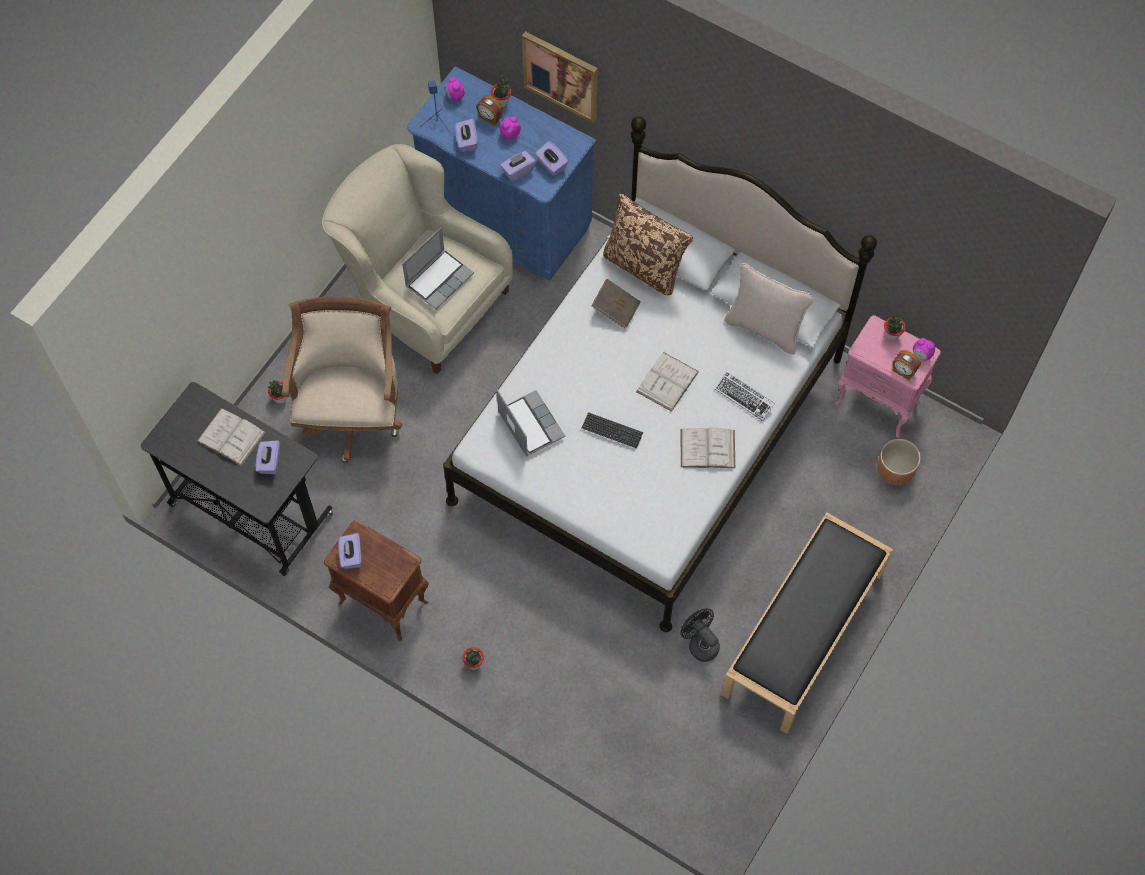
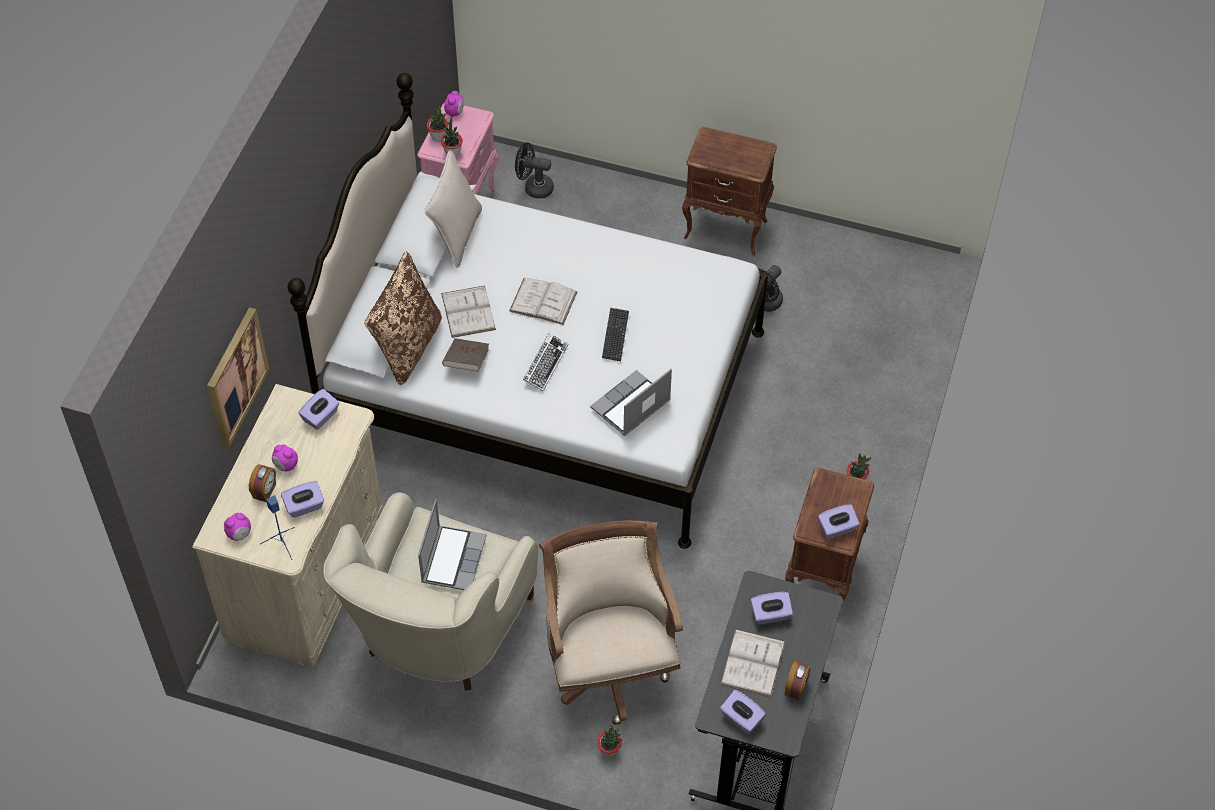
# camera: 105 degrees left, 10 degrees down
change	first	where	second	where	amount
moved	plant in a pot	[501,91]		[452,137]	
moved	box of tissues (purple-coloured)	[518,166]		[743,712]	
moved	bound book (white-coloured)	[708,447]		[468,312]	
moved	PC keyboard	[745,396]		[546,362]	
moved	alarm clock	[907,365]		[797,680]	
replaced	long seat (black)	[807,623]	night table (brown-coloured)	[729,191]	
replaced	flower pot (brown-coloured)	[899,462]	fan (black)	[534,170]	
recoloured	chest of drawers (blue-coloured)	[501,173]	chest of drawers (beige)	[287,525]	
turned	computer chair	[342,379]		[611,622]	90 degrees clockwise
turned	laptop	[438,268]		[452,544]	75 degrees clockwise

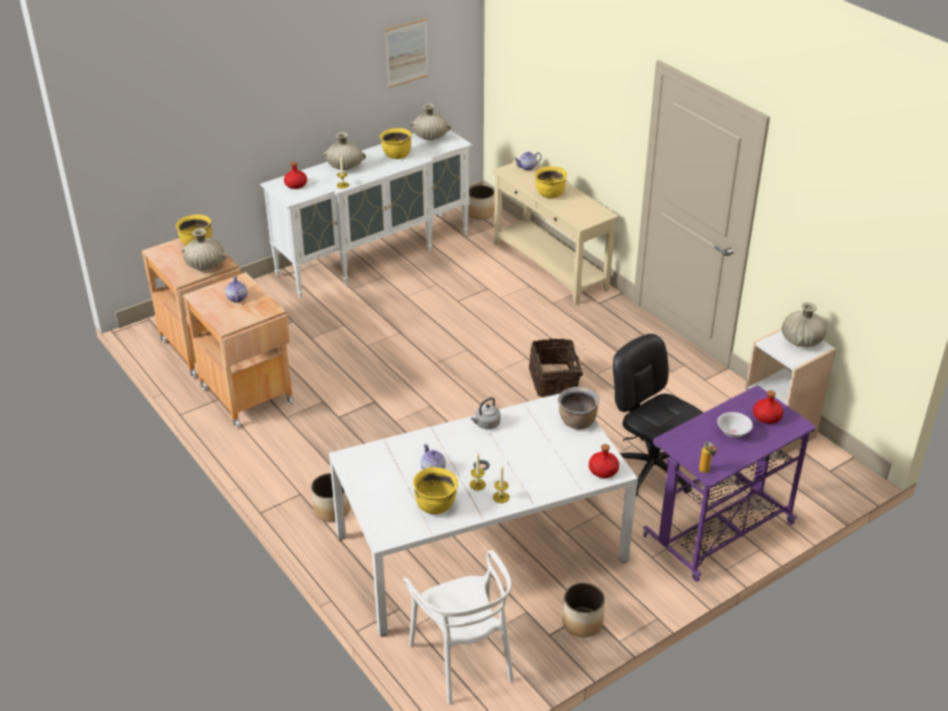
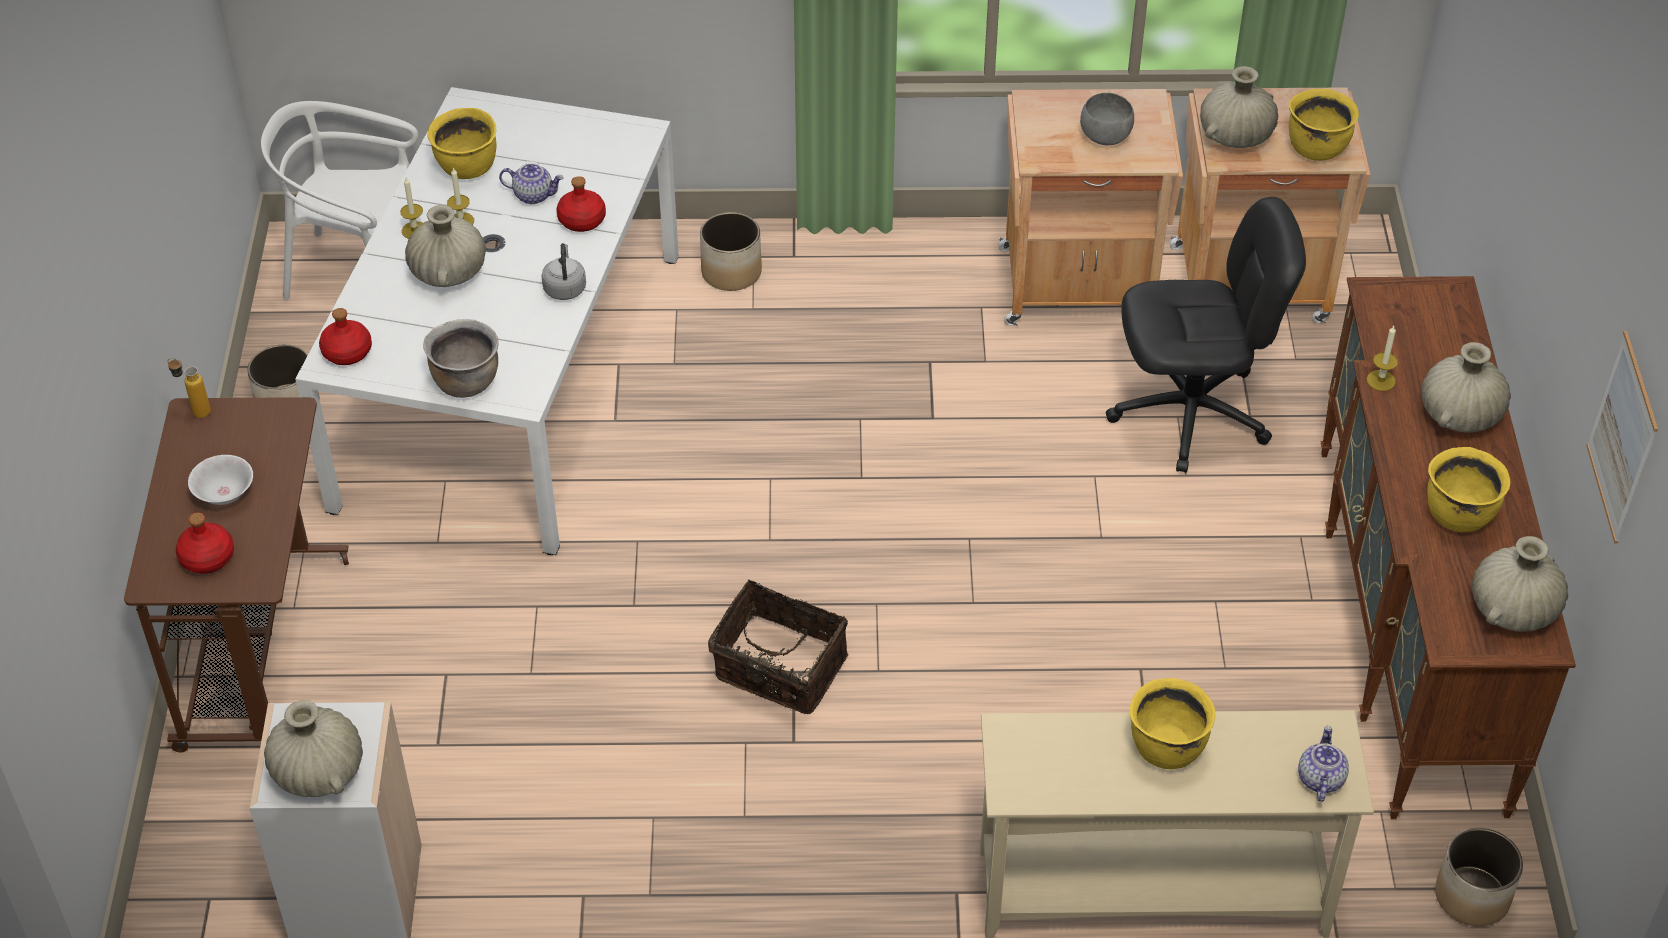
# camera: 125 degrees right, 10 degrees up
change	first	where	second	where	amount
added			vase (beige)	[445,246]	
moved	drink bottle (red-coloured)	[295,175]		[581,204]	
moved	computer chair (black)	[658,415]		[1206,335]	
replaced	teapot	[236,289]	serving bowl (gray)	[1107,119]	
recoloured	cabinet (white-coloured)	[366,214]	cabinet (brown-coloured)	[1448,547]	
recoloured	desk (purple-coloured)	[729,484]	desk (brown-coloured)	[236,574]	

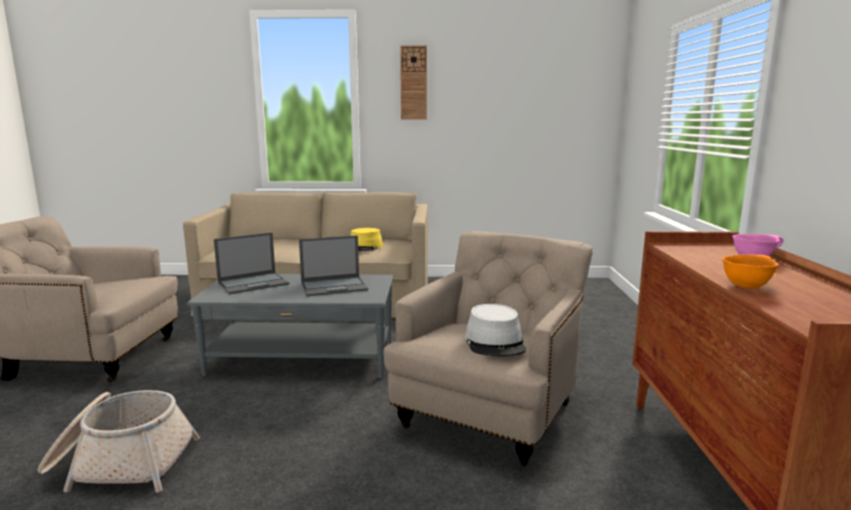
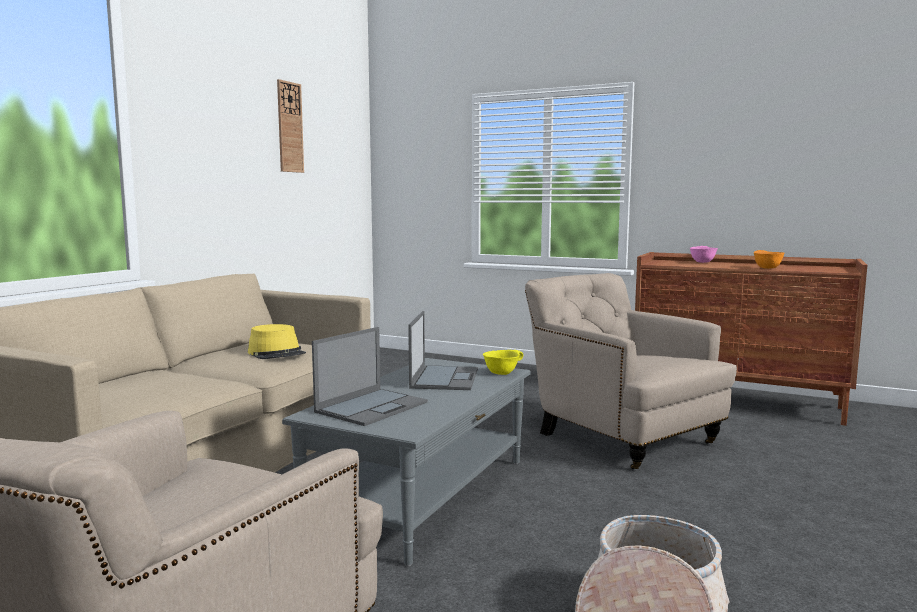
# camera: 65 degrees left, 5 degrees down
change	first	where	second	where	amount
removed	clothing hat (gray)	[495,330]			
added			serving bowl (yellow-coloured)	[503,362]	
moved	wall clock	[413,82]		[290,126]	
turned	laptop	[251,263]		[370,376]	45 degrees clockwise

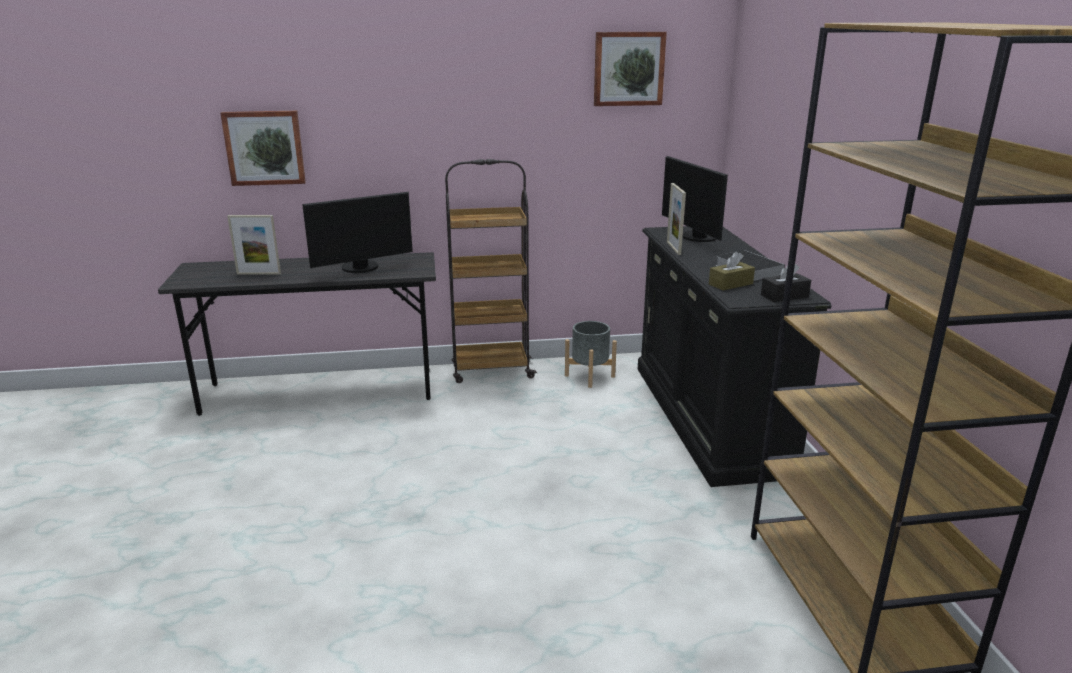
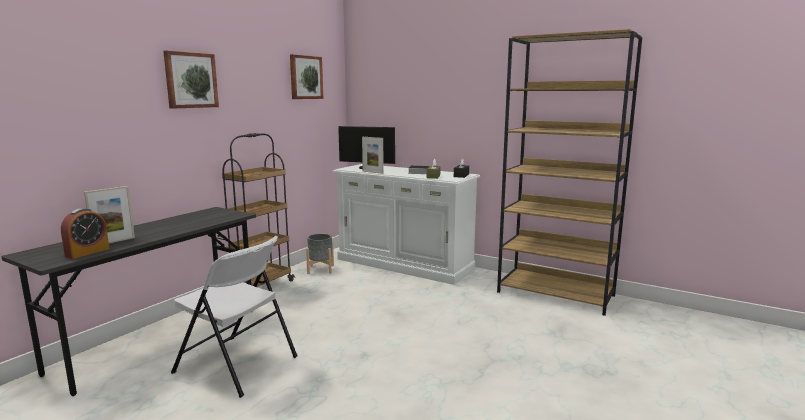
# camera: 50 degrees left, 10 degrees down
change	first	where	second	where	amount
removed	monitor	[357,232]			
added			alarm clock	[85,233]	
added			plain chair (white-coloured)	[234,317]	
moved	wall picture	[263,148]		[191,80]	
recoloured	cabinet (black)	[734,356]	cabinet (white-coloured)	[406,224]	

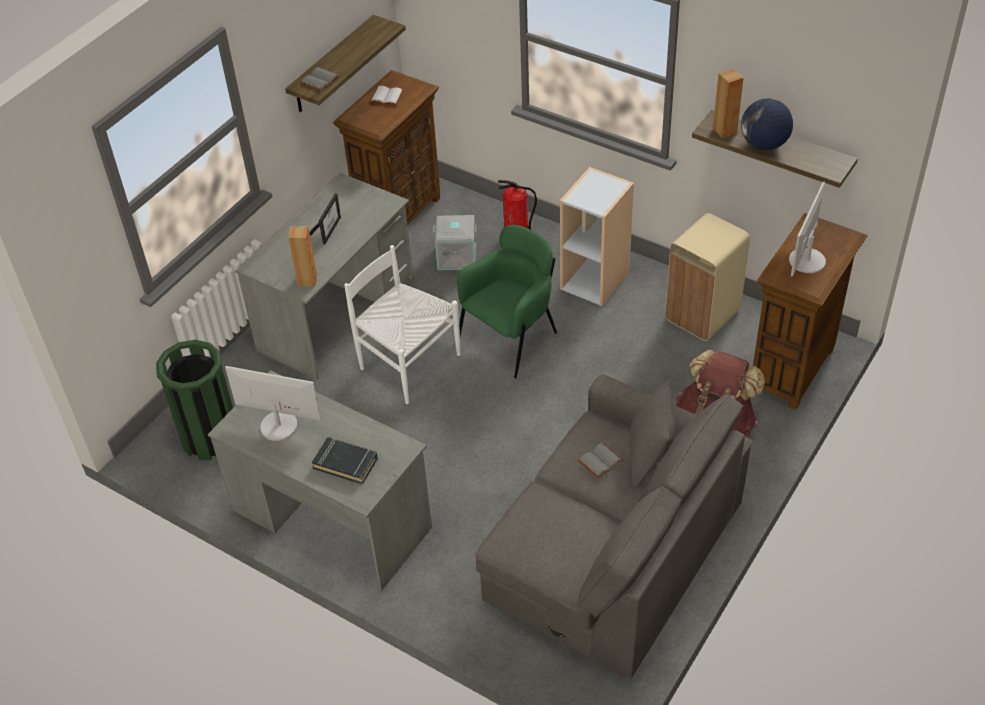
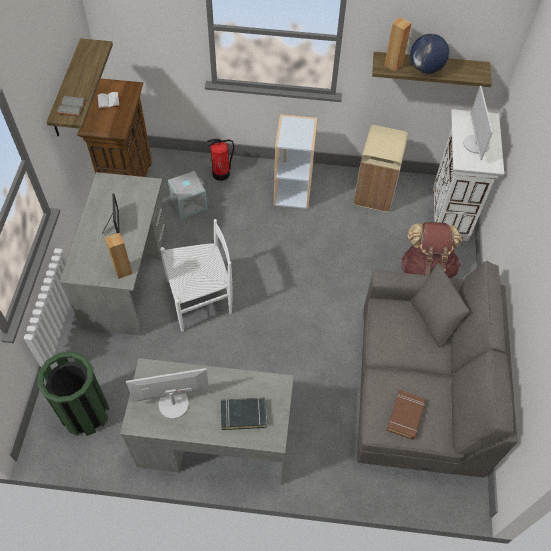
# camera: 30 degrees left, 10 degrees up
change	first	where	second	where	amount
removed	lounge chair (green)	[507,301]			
removed	bound book (gray)	[600,460]			
added			bound book (brown-coloured)	[406,415]	
recoloured	cabinet (brown-coloured)	[810,311]	cabinet (white-coloured)	[468,175]	
turned	plain chair (white-coloured)	[402,324]		[196,275]	150 degrees clockwise

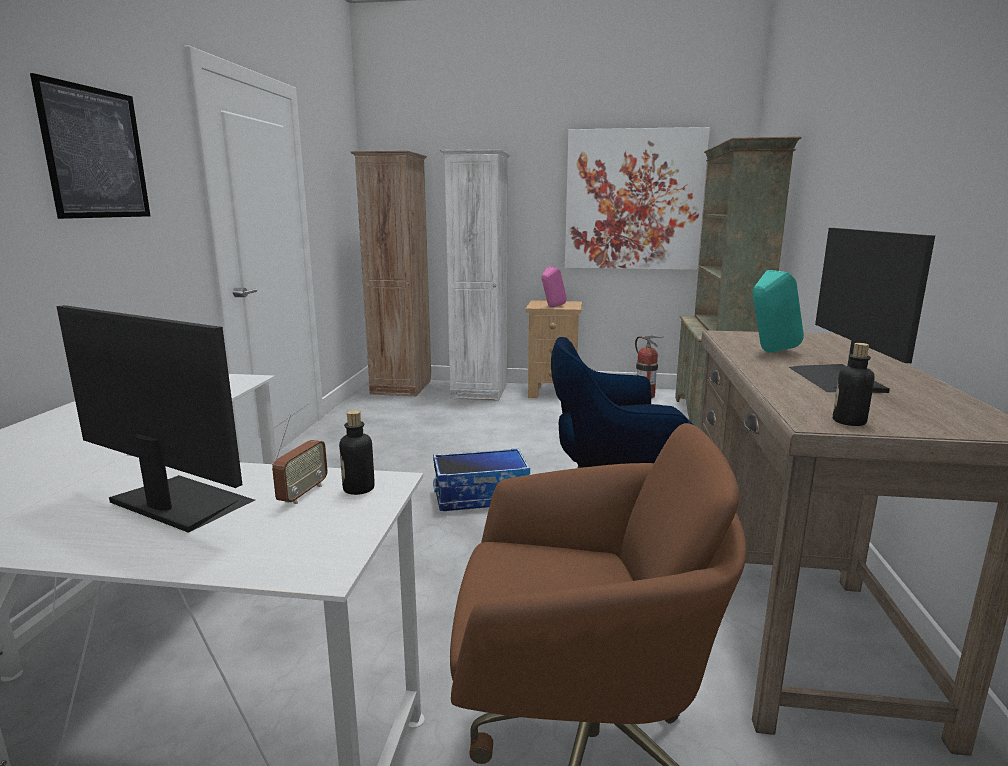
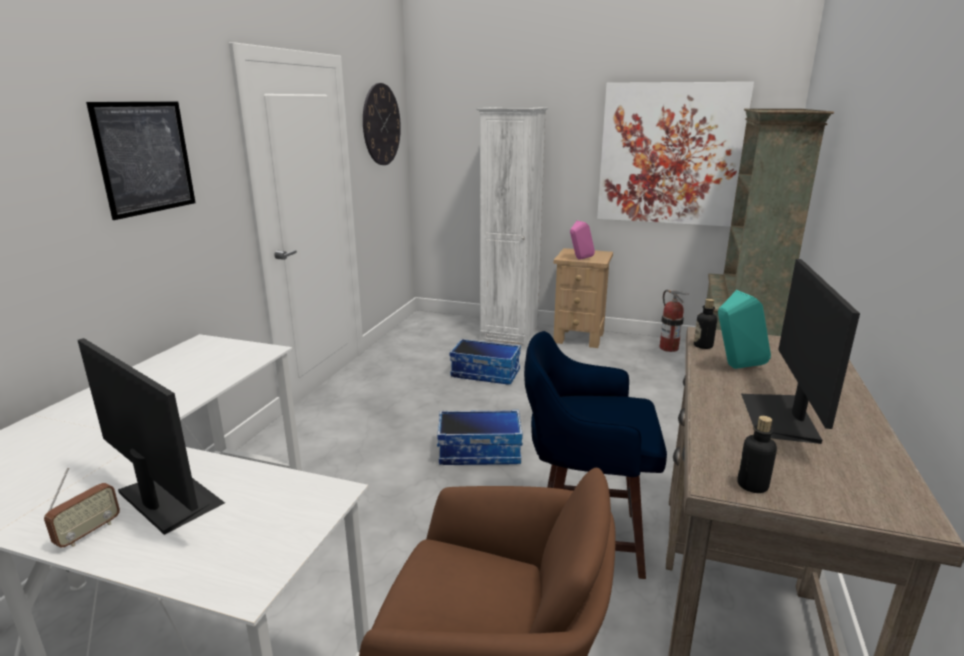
# camera: 10 degrees right, 5 degrees up
change	first	where	second	where	amount
removed	cabinet (brown-coloured)	[391,273]			
added			wall clock	[382,124]	
added			storage bin	[485,362]	
moved	radio set	[300,459]		[82,508]	
moved	drink bottle	[357,452]		[705,324]	

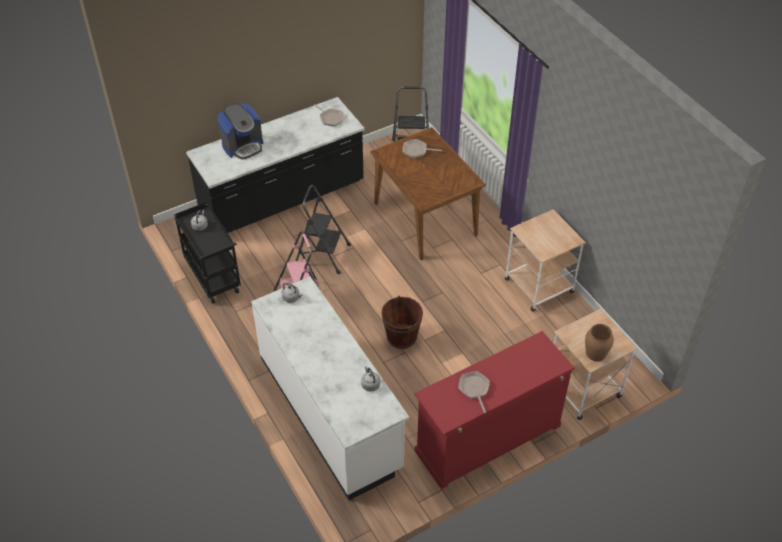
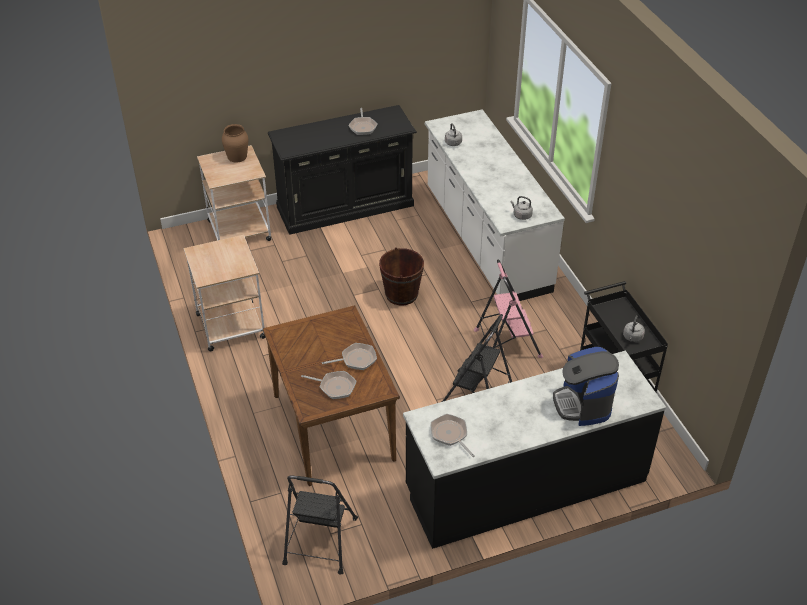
# camera: 170 degrees left, 5 degrees down
change	first	where	second	where	amount
added			pan	[349,356]	
recoloured	cabinet (red-coloured)	[494,410]	cabinet (black)	[342,170]	
turned	coffee brewer	[240,131]		[586,386]	75 degrees counterclockwise

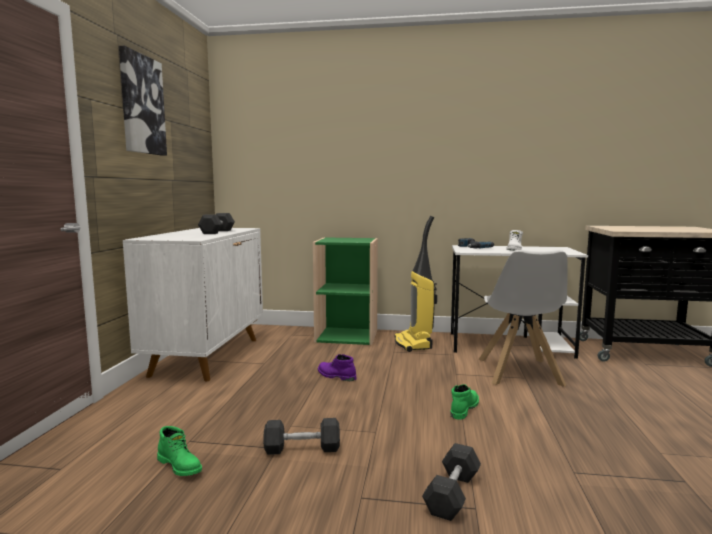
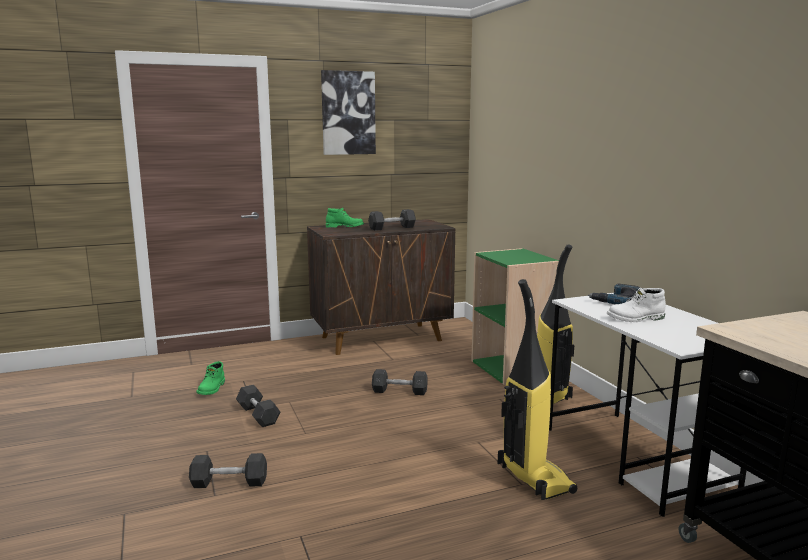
# camera: 60 degrees right, 5 degrees up
change	first	where	second	where	amount
moved	tall boot (green)	[464,402]		[345,218]	
replaced	tall boot (purple-coloured)	[337,367]	dumbbell (gray)	[400,382]	
replaced	plain chair	[523,318]	vacuum	[537,389]	
recoloured	cabinet (white-coloured)	[193,304]	cabinet (brown-coloured)	[381,287]	

